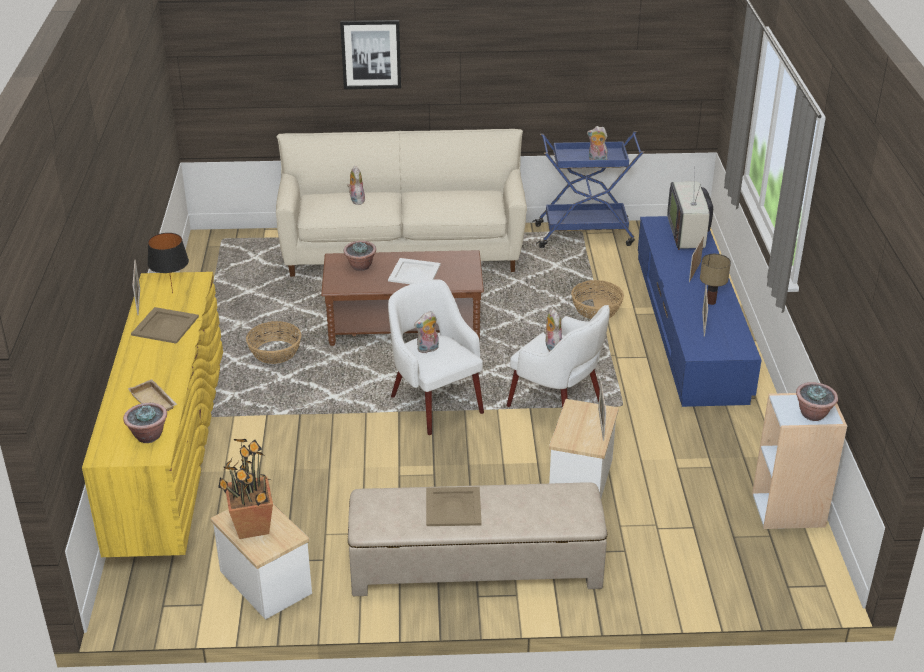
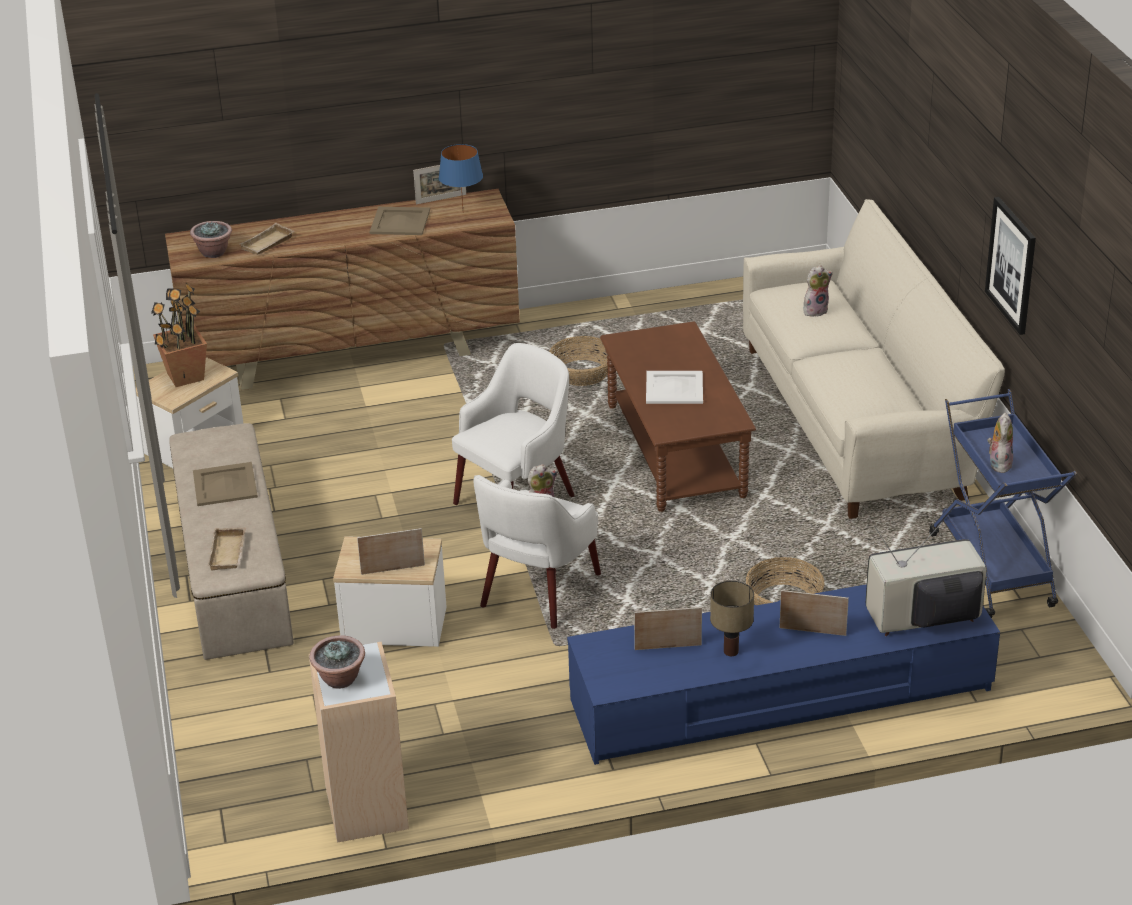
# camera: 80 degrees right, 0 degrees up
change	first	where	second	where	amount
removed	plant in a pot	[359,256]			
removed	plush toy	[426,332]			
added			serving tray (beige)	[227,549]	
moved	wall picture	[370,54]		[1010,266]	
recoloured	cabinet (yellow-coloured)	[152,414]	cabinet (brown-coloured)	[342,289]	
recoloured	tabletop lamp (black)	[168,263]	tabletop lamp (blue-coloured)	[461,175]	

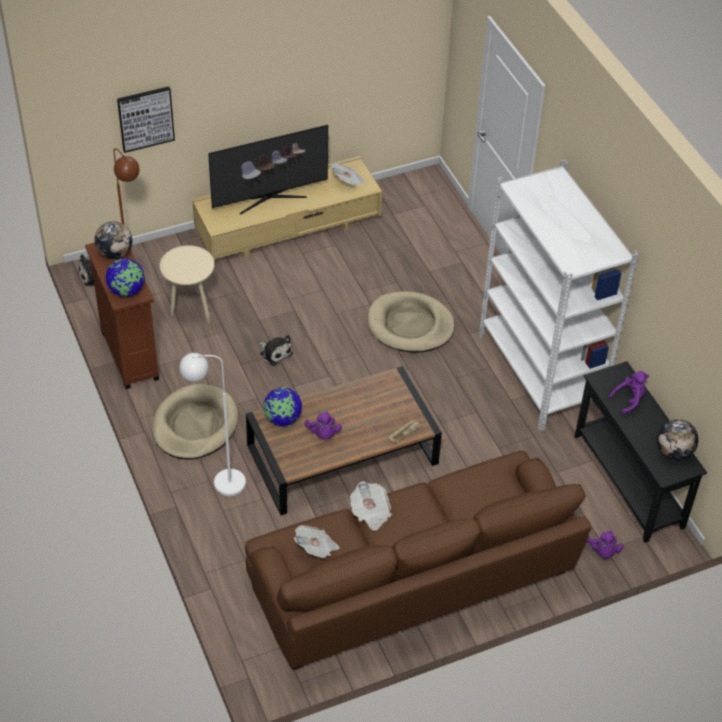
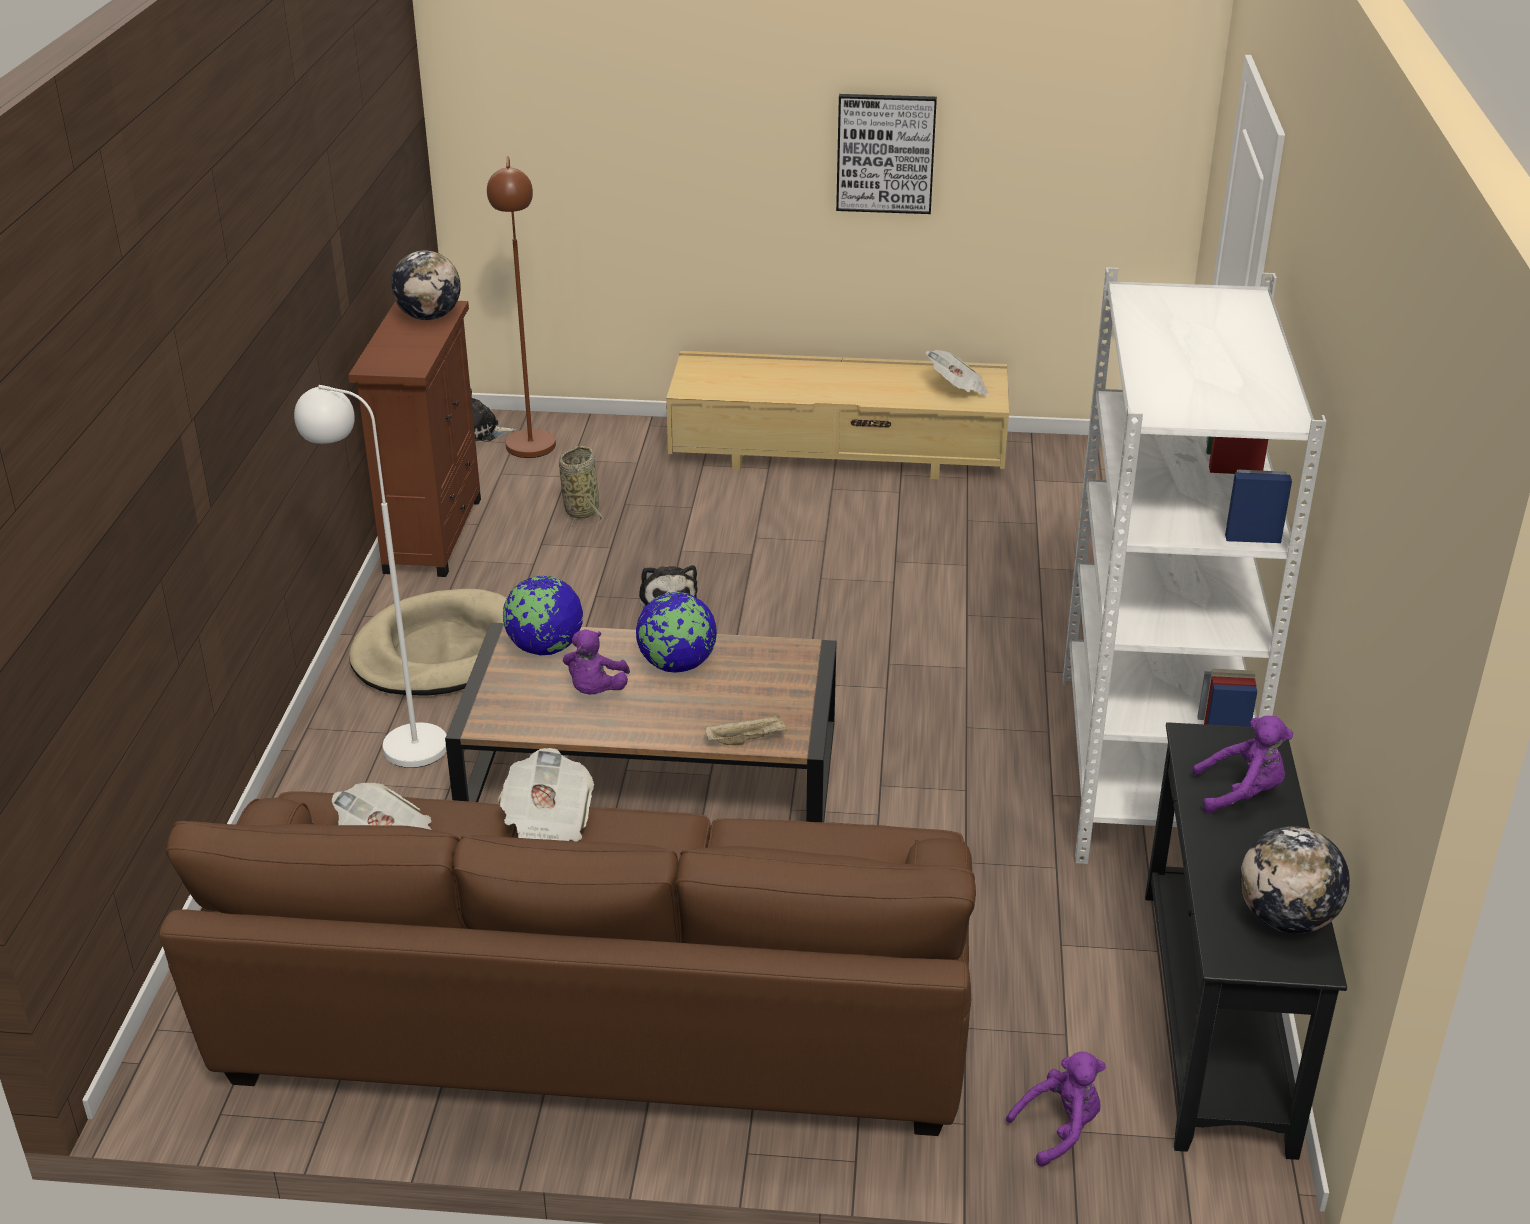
# camera: 30 degrees right, 15 degrees down
change	first	where	second	where	amount
removed	TV	[268,169]			
removed	dog bed (beige)	[411,322]			
moved	world globe	[125,277]		[676,632]	
moved	wall picture	[146,119]		[886,154]	
replaced	side table (beige)	[187,284]	basket	[582,487]	
turned	plush toy (purple-coloured)	[604,544]		[1056,1109]	135 degrees counterclockwise

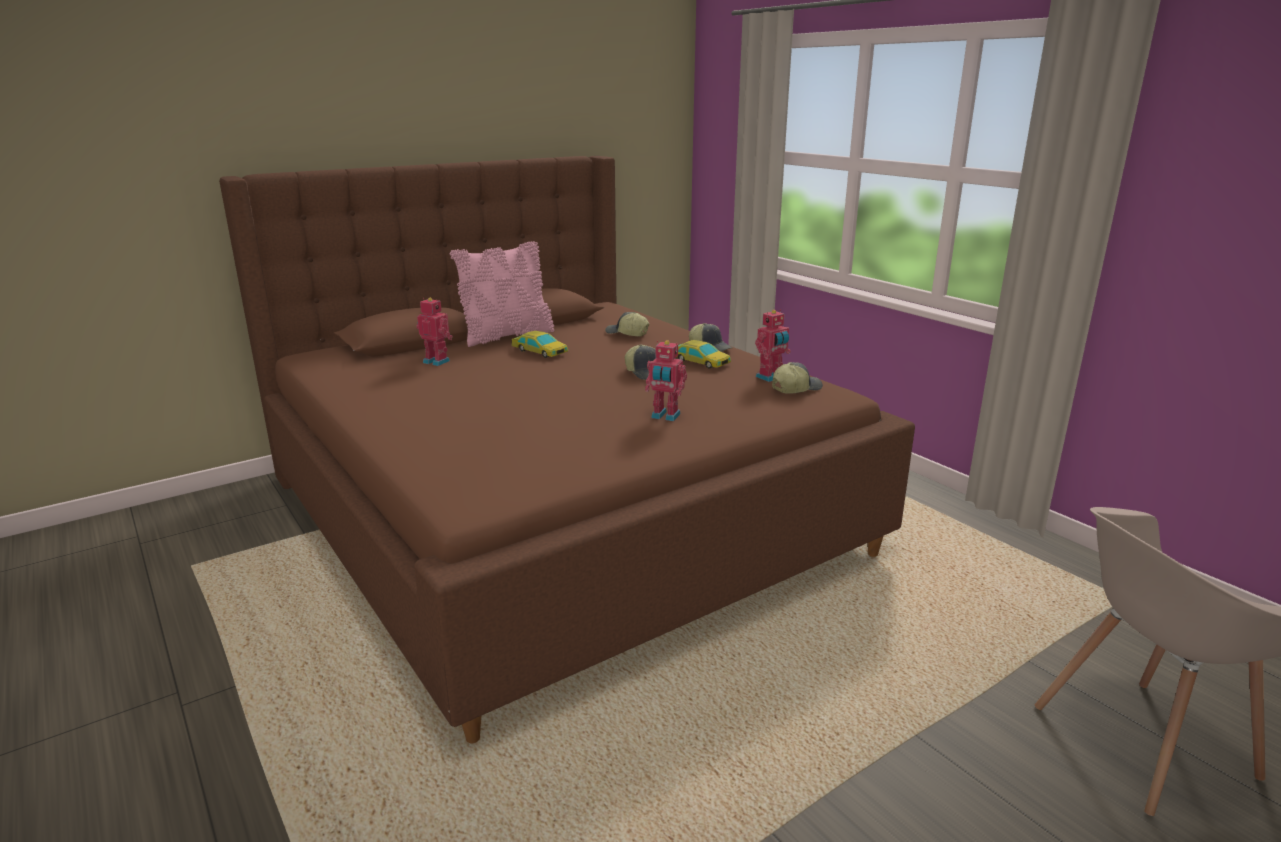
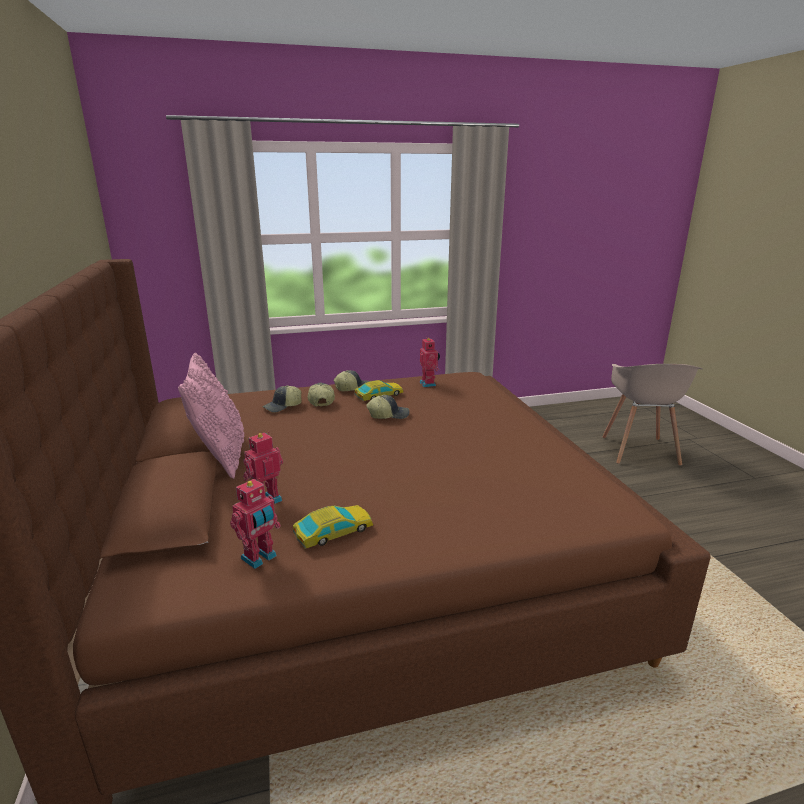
# camera: 70 degrees left, 0 degrees up
change	first	where	second	where	amount
moved	miniature car	[539,344]		[333,527]	
moved	robot figure	[666,380]		[255,523]	
moved	peaked cap	[797,378]		[321,395]	

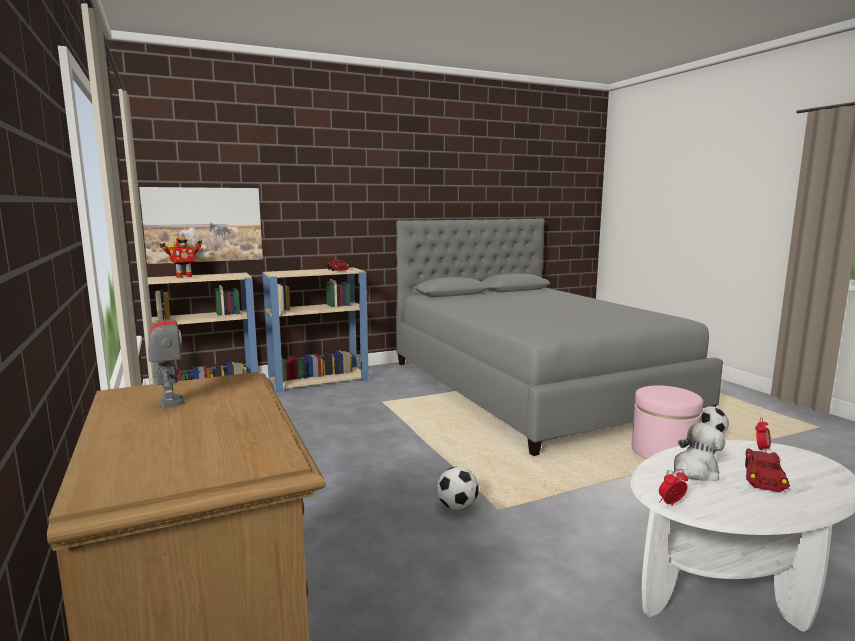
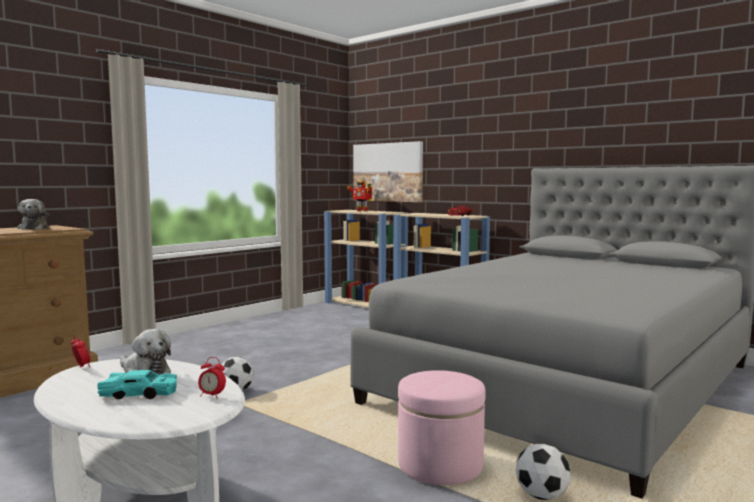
# camera: 65 degrees right, 5 degrees down
change	first	where	second	where	amount
replaced	robot figure	[167,356]	plush toy	[34,214]	
recoloured	miniature car (red-coloured)	[767,470]	miniature car (blue-green)	[137,384]	

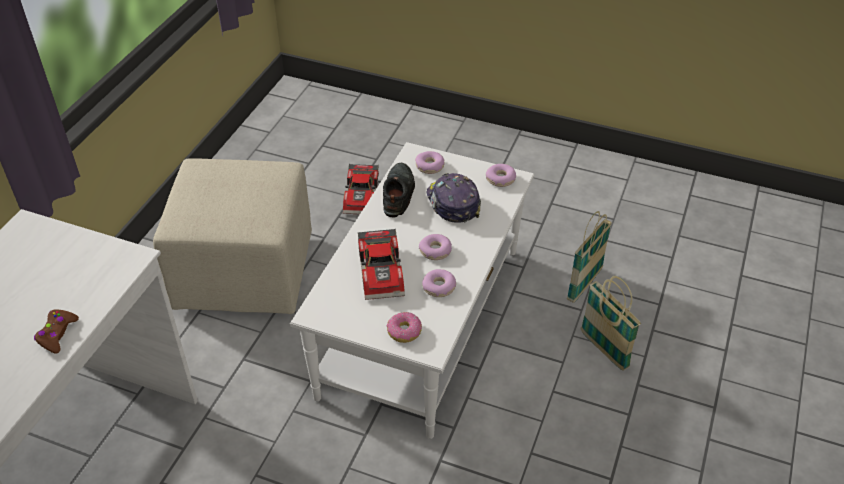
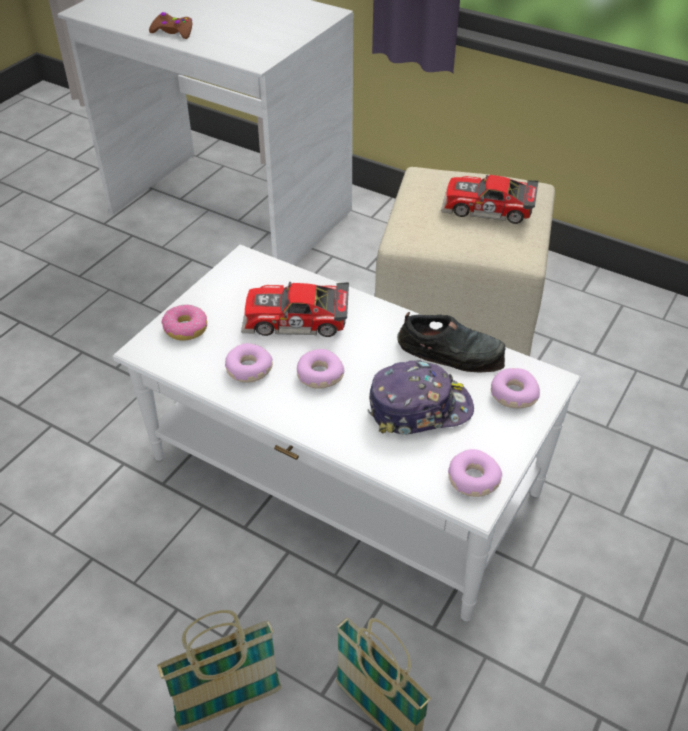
# camera: 100 degrees right, 0 degrees up
change	first	where	second	where	amount
moved	miniature car	[361,189]		[490,199]	

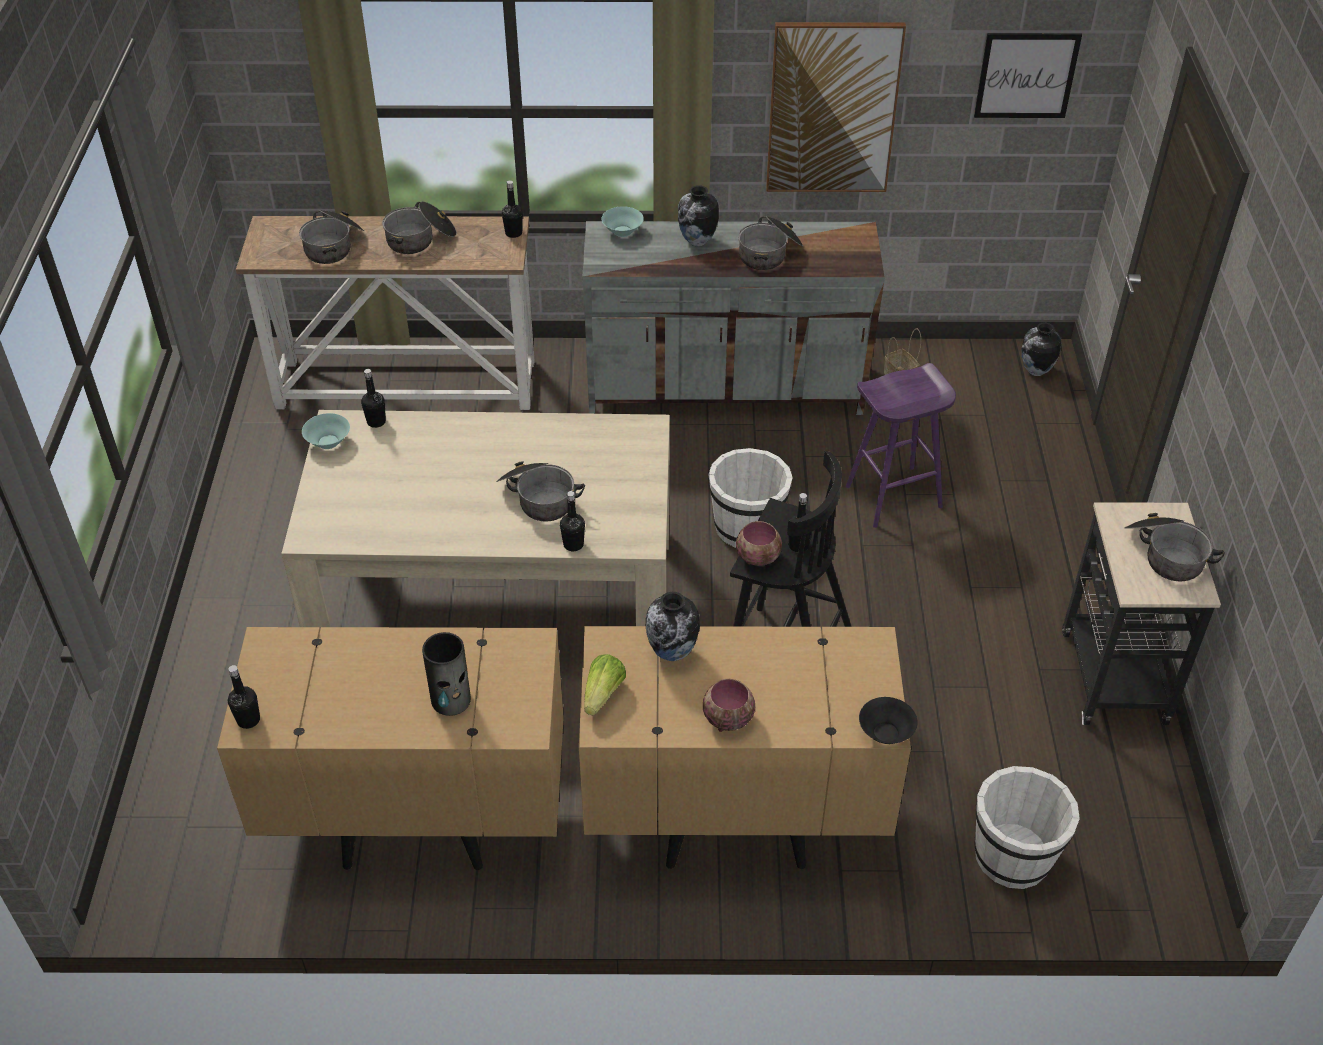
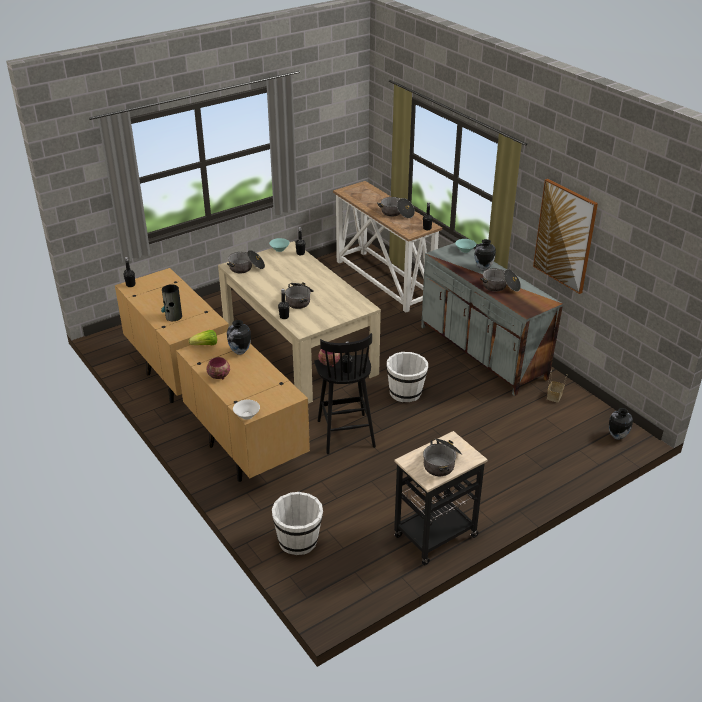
# camera: 55 degrees right, 10 degrees down
change	first	where	second	where	amount
removed	stool seat (purple-coloured)	[901,445]			
removed	wall picture	[1028,75]			
moved	saucepot	[331,237]		[246,261]	
recoloured	serving bowl (black)	[888,720]	serving bowl (white-coloured)	[246,410]	

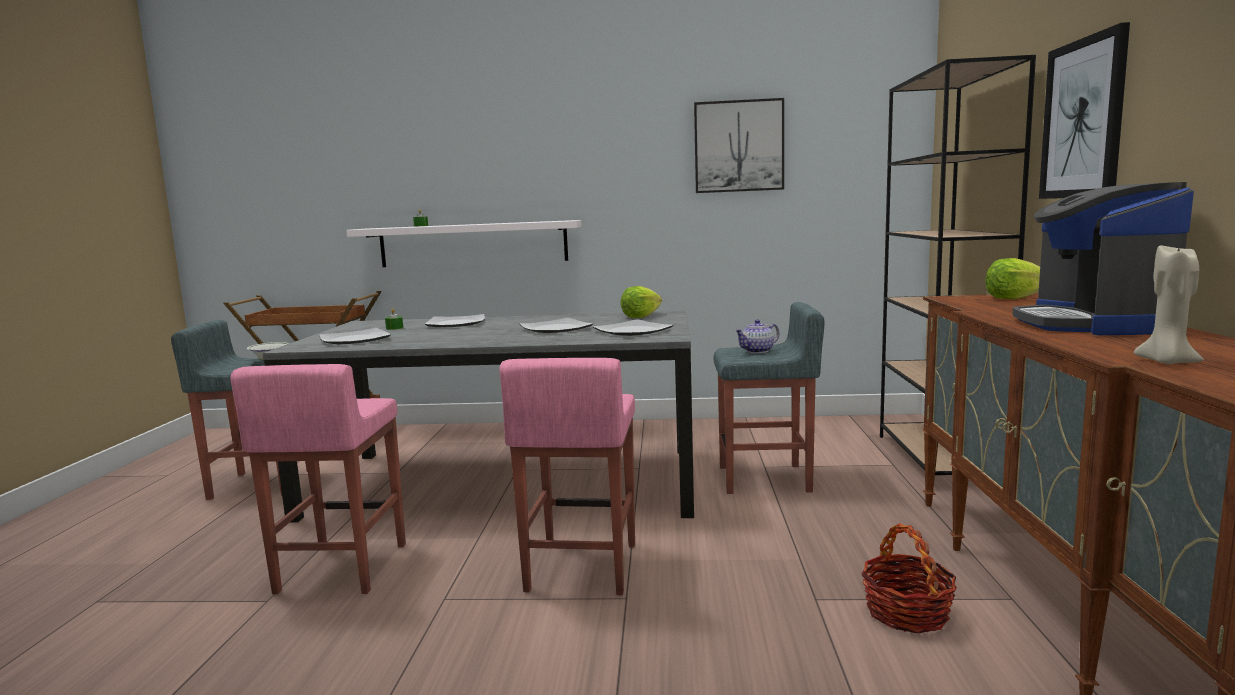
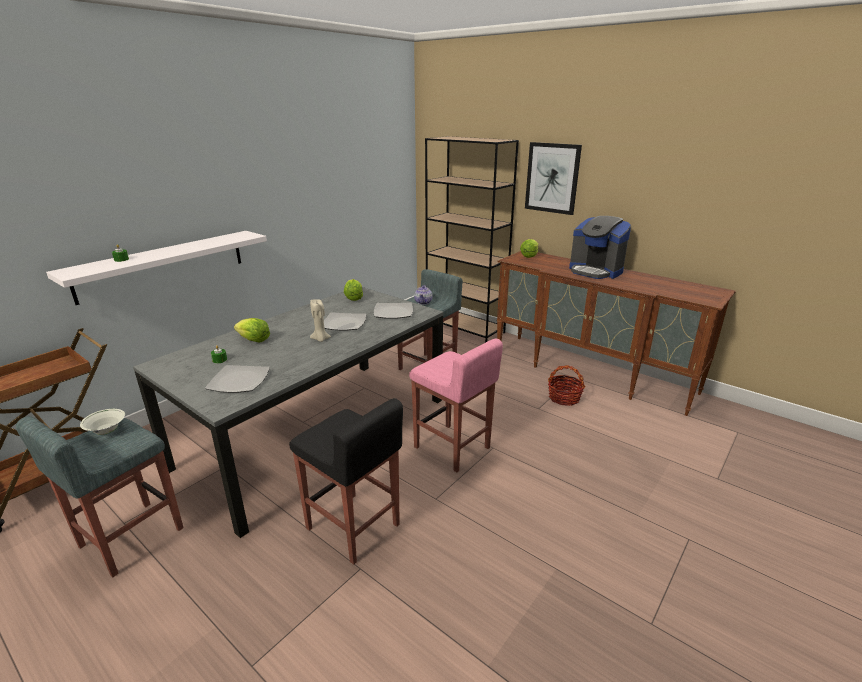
# camera: 55 degrees left, 15 degrees up
change	first	where	second	where	amount
removed	wall picture	[739,145]			
moved	wax light (beige)	[1169,303]		[320,320]	
replaced	plate	[455,320]	lettuce head	[252,330]	
recoloured	stool seat (pink-coloured)	[318,479]	stool seat (black)	[346,481]	

